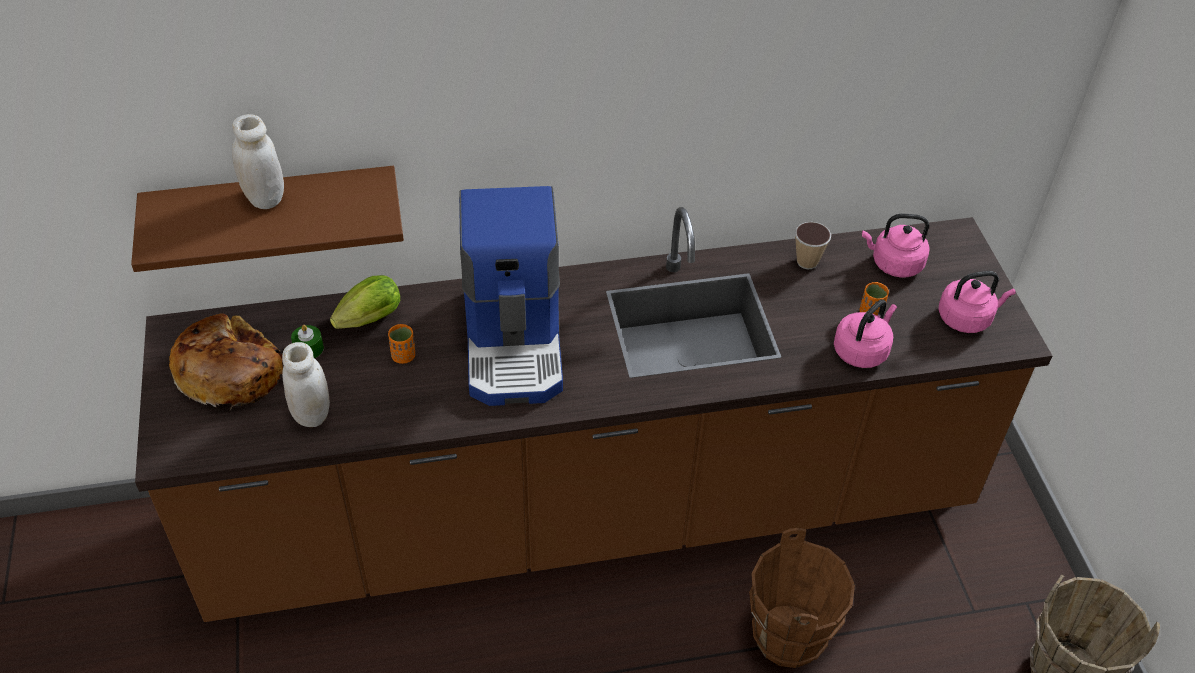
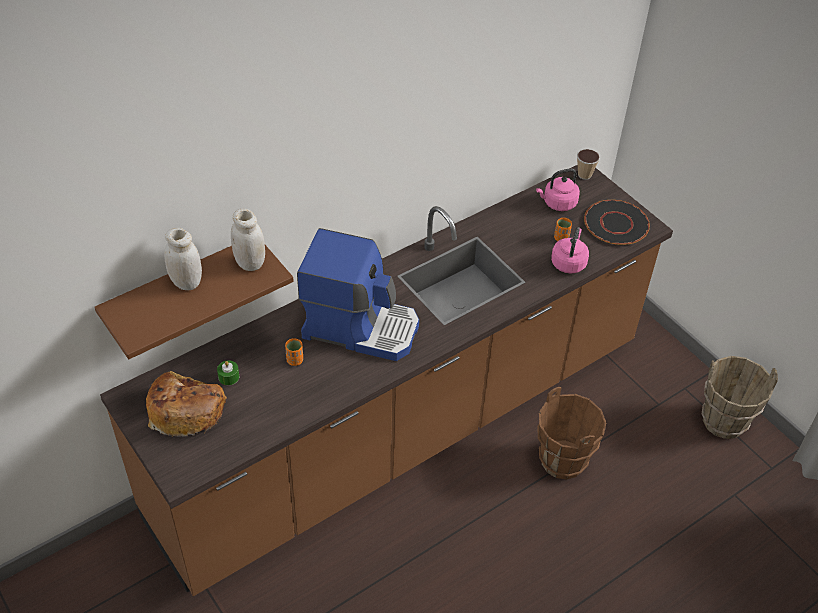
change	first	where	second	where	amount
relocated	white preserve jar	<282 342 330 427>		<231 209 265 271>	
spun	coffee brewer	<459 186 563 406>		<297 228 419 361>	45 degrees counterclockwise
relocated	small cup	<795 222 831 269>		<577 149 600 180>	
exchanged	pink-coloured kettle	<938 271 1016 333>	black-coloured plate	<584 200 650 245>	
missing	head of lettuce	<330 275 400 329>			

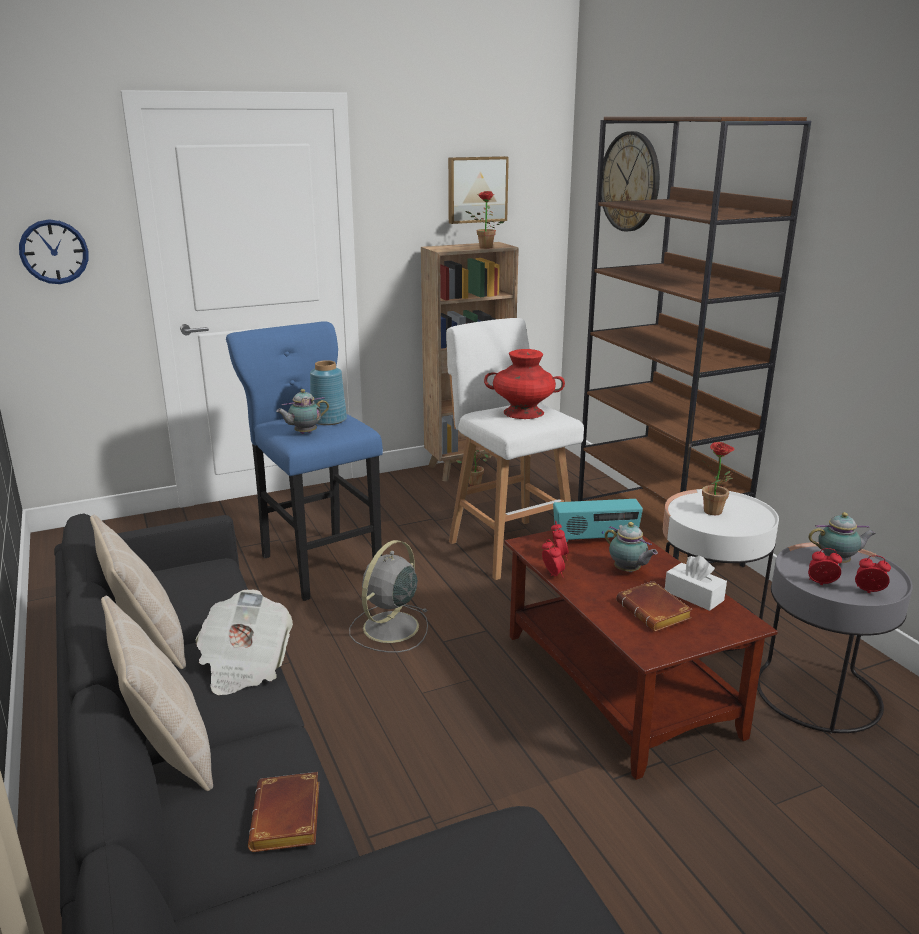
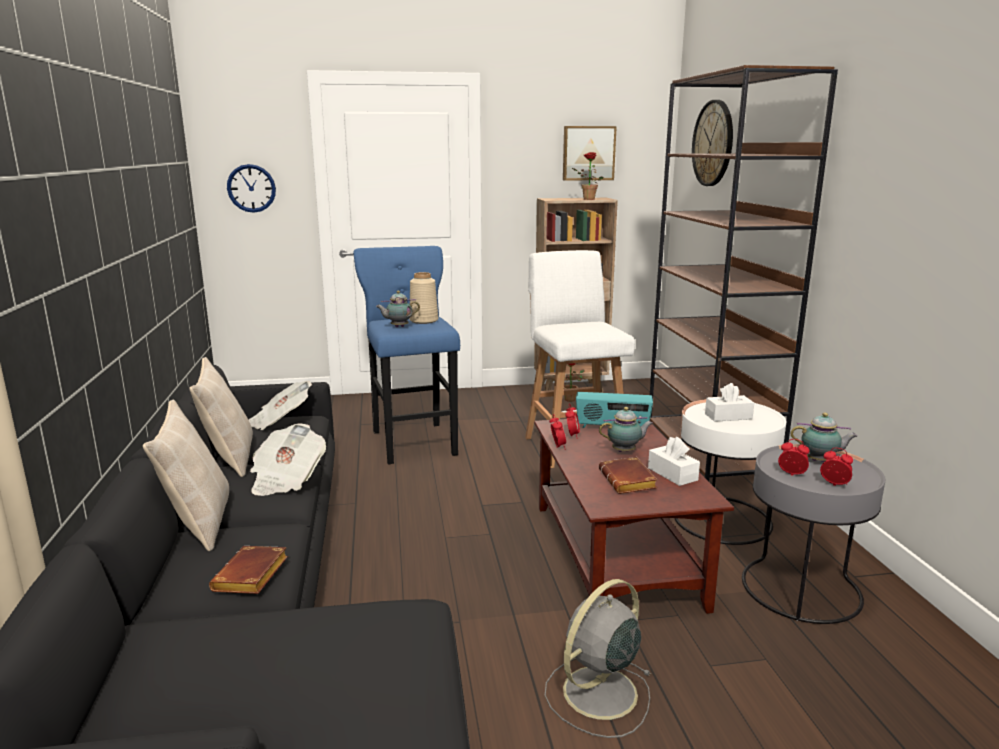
change	first	where	second	where	amount
appeared			printed paper	<249 381 312 430>	
colour	bluish flower vase	<310 360 347 425>	sand-coloured flower vase	<409 272 438 324>	
relocated	greyish cooling fan	<349 540 428 653>		<545 579 651 738>	
spun	pot for tea	<605 522 658 572>		<599 407 653 452>	75 degrees counterclockwise
exchanged	potted plant	<702 442 734 515>	white tissue box	<705 383 754 422>	
missing	red-coloured flower vase	<484 349 565 419>			

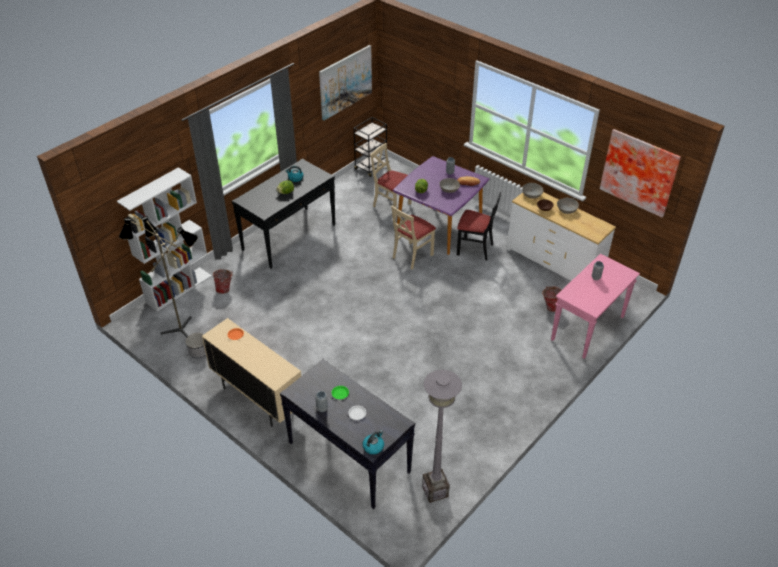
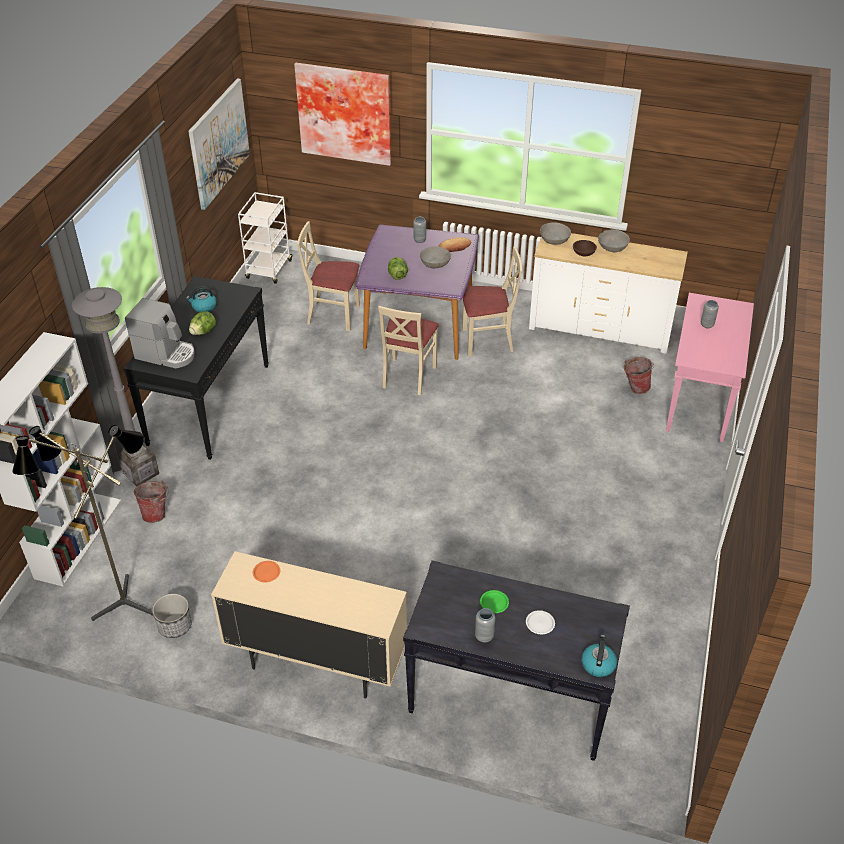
change	first	where	second	where	amount
relocated	greyish standing lamp	<422 370 462 503>		<72 287 159 486>	
appeared			coffee brewer	<125 298 195 368>	
colour	black-coloured cart	<354 117 390 177>	white cart	<238 192 293 284>	
relocated	wall art	<600 129 681 218>		<294 63 391 166>	
colour	black-coloured upright chair	<457 192 501 260>	sand-coloured upright chair	<462 246 522 357>	

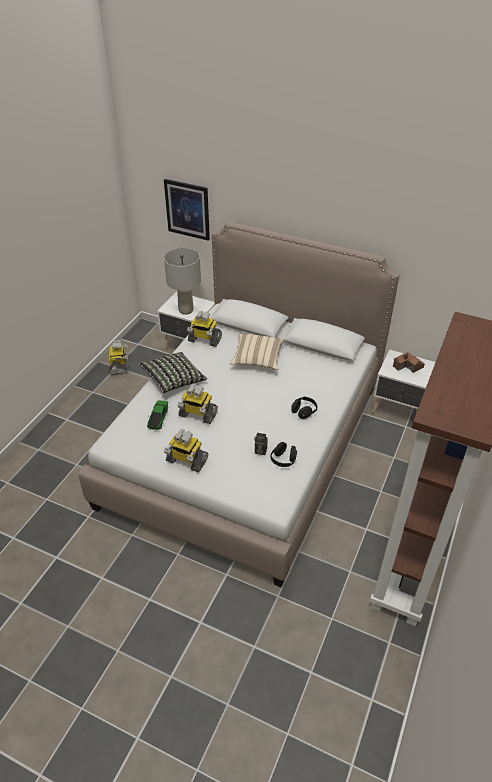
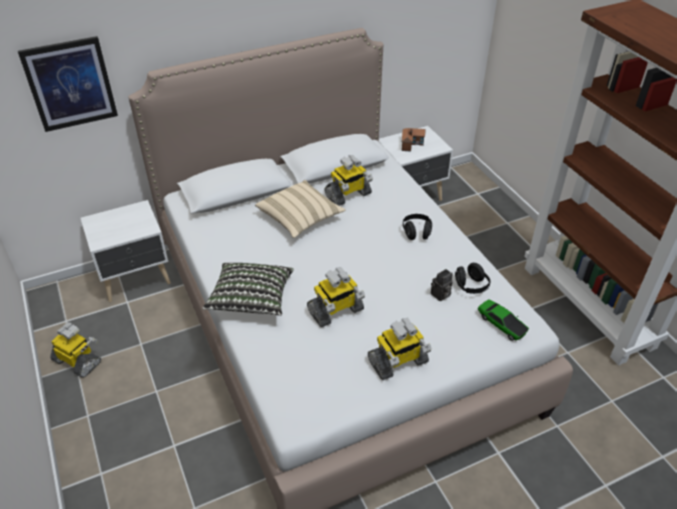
change	first	where	second	where	amount
relocated	toy robot	<187 311 222 347>		<325 155 373 206>	
relocated	miniature car	<147 400 168 430>		<478 300 529 341>	
missing	greyish lamp for a table	<164 248 201 315>			

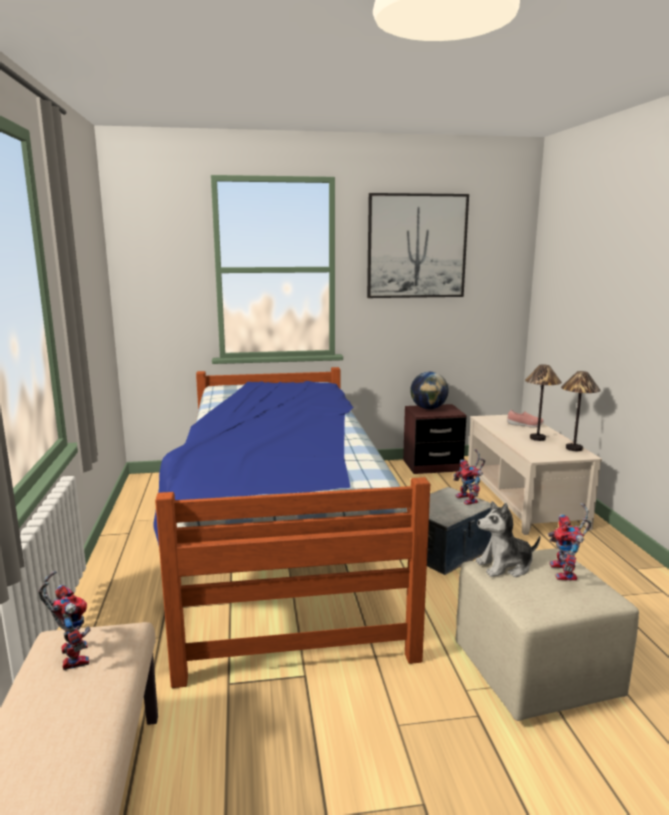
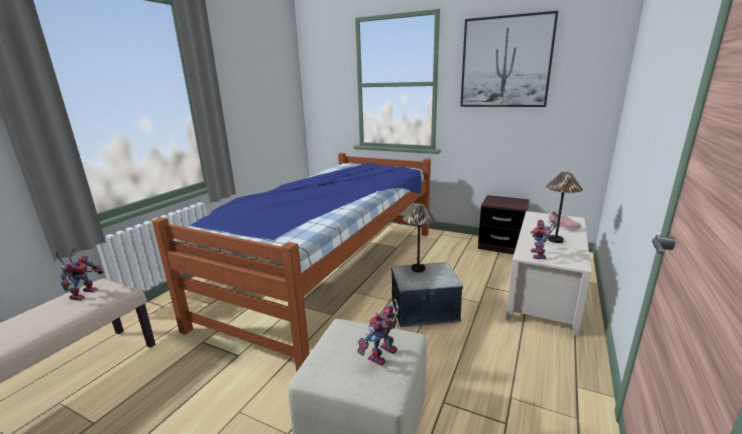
change	first	where	second	where	amount
relocated	lamp for a table	<561 371 601 451>		<403 203 436 272>	
relocated	toy robot	<453 449 485 505>		<531 212 556 259>	
missing	world globe	<410 372 449 409>			
missing	plush toy	<476 501 540 577>			

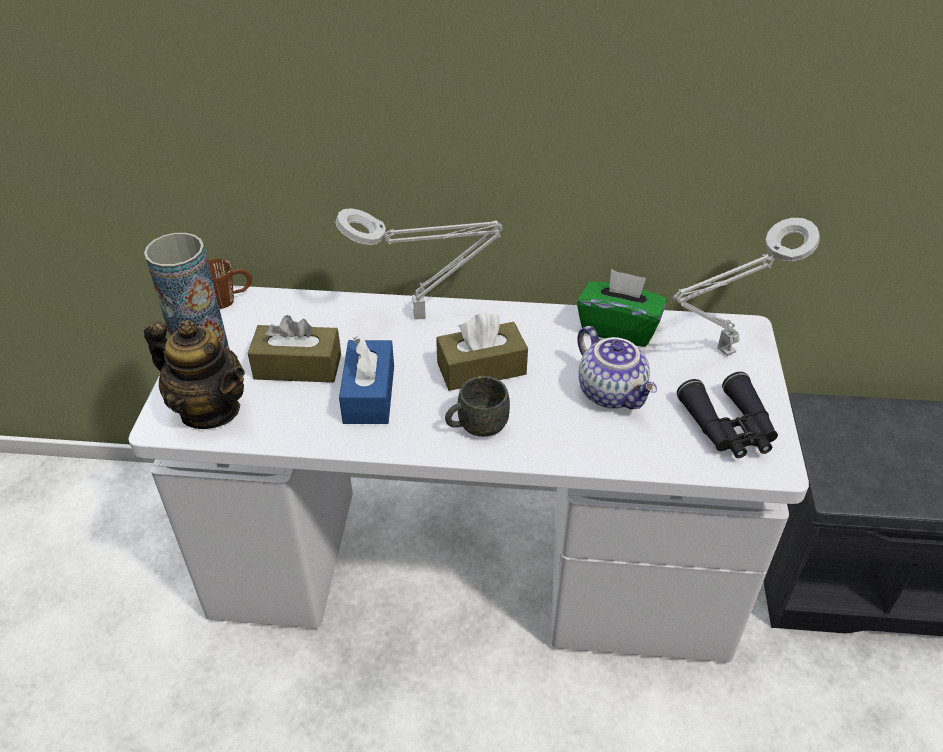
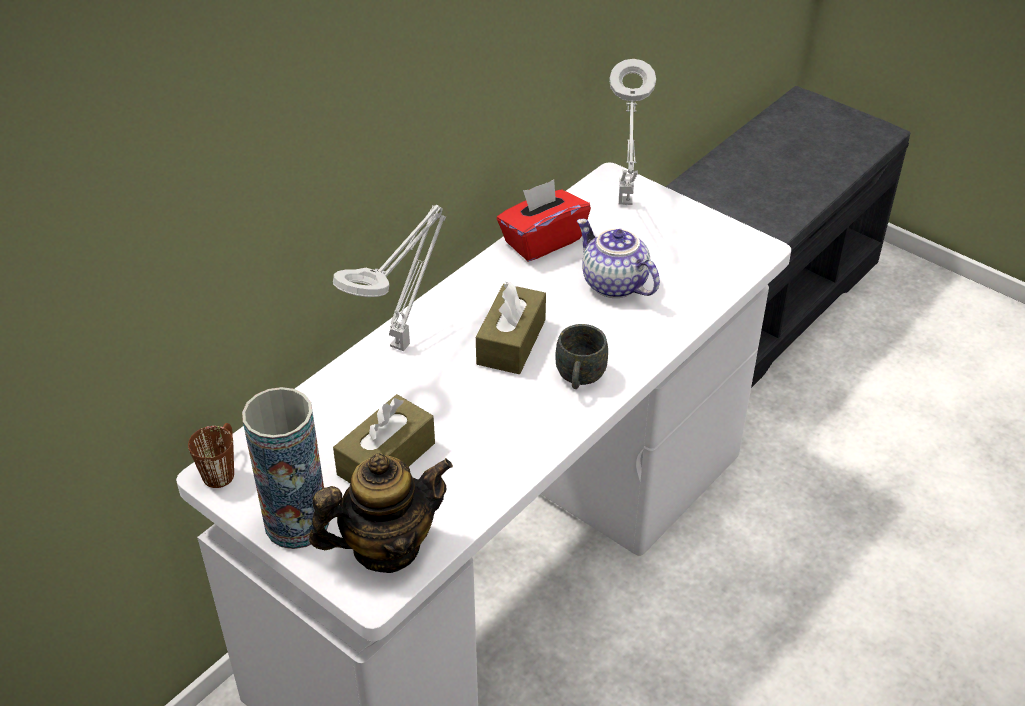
change	first	where	second	where	amount
colour	greenish tissue box	<577 269 667 347>	red-coloured tissue box	<497 180 591 261>	
spun	pot for tea	<578 326 657 410>		<577 219 660 298>	135 degrees counterclockwise
missing	bluish tissue box	<339 336 394 424>			
missing	black-coloured binoculars	<677 372 778 458>			

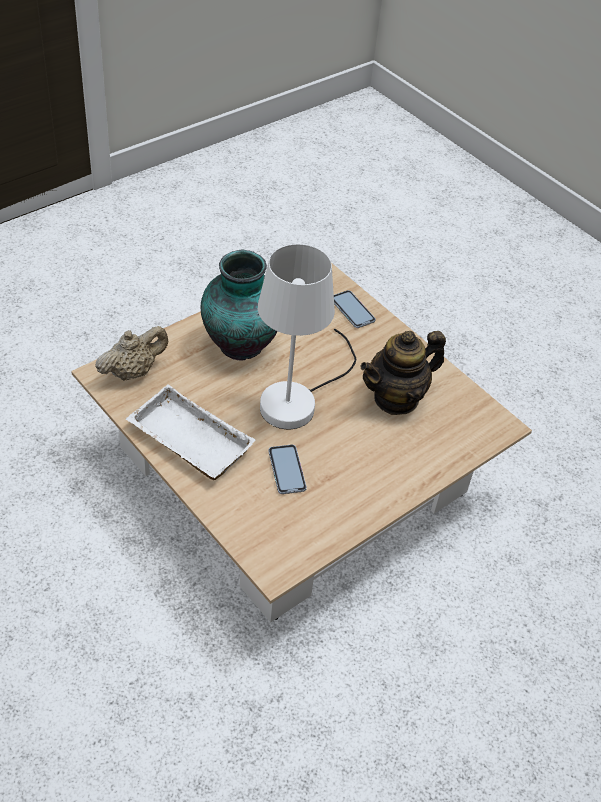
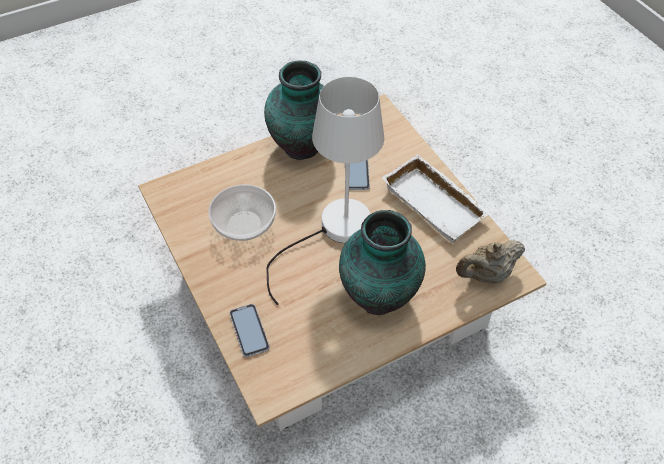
change	first	where	second	where	amount
exchanged	pot for tea	<361 331 446 415>	bowl	<208 184 276 241>	
appeared			flower vase	<264 61 337 160>	

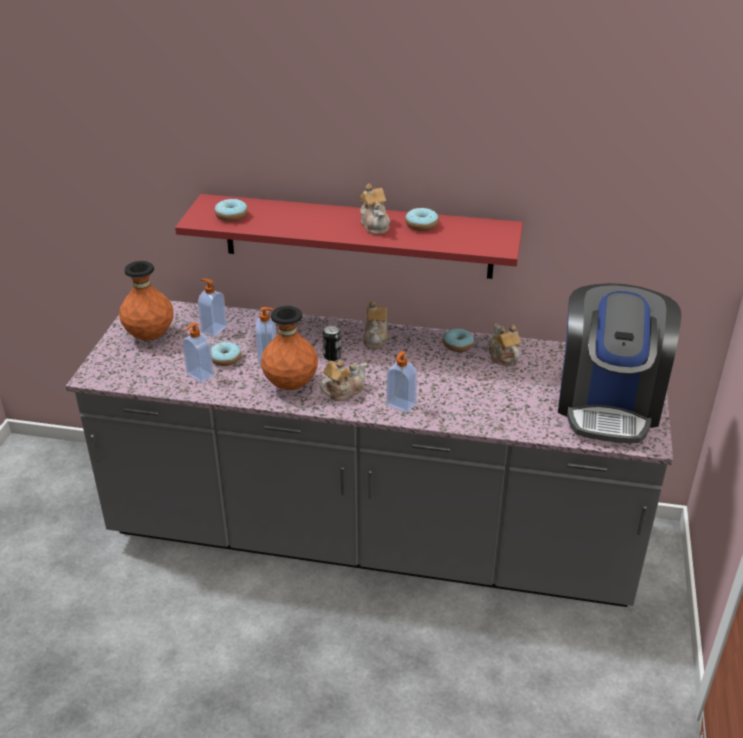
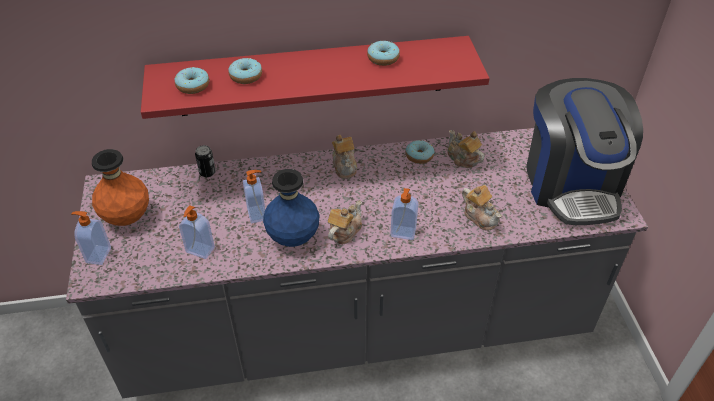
change	first	where	second	where	amount
relocated	liquid soap bottle	<198 278 227 337>		<71 211 111 265>	
relocated	metal can	<323 325 342 361>		<195 145 216 177>	
relocated	doughnut	<211 342 241 366>		<229 58 262 84>	
colour	orange flower vase	<261 306 318 390>	bluish flower vase	<263 169 319 247>	
relocated	pot for tea	<360 183 390 235>		<462 185 502 231>	

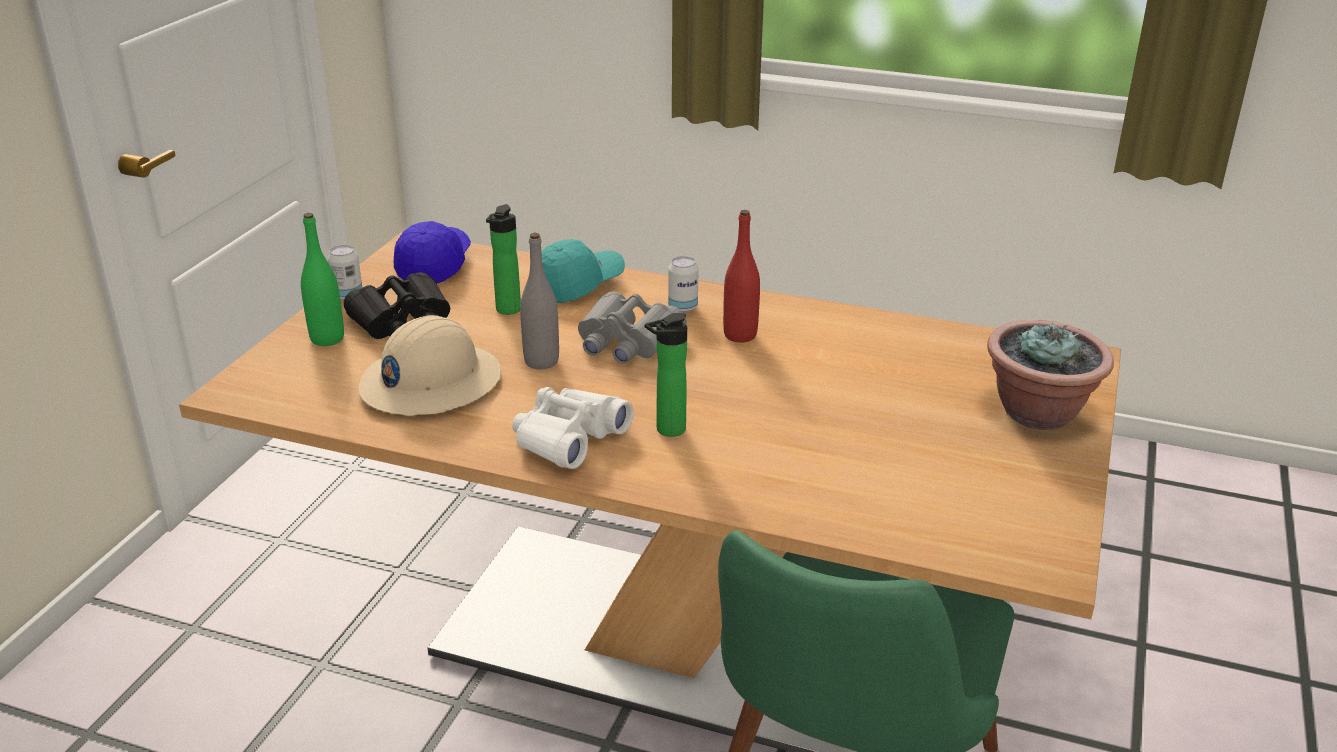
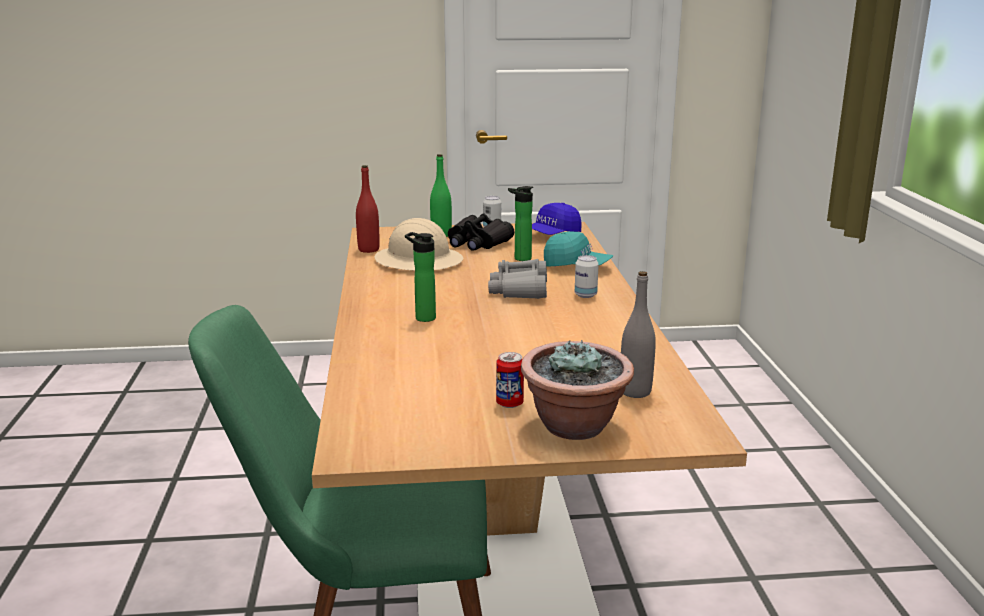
change	first	where	second	where	amount
relocated	red-coloured beverage bottle	<723 210 760 343>		<356 165 380 253>	
appeared			metal can	<496 352 524 408>	
spun	bluish baseball cap	<394 221 471 283>		<532 203 581 235>	150 degrees clockwise
relocated	greyish beverage bottle	<520 233 559 369>		<621 271 656 398>	
missing	white binoculars	<512 387 634 469>			

